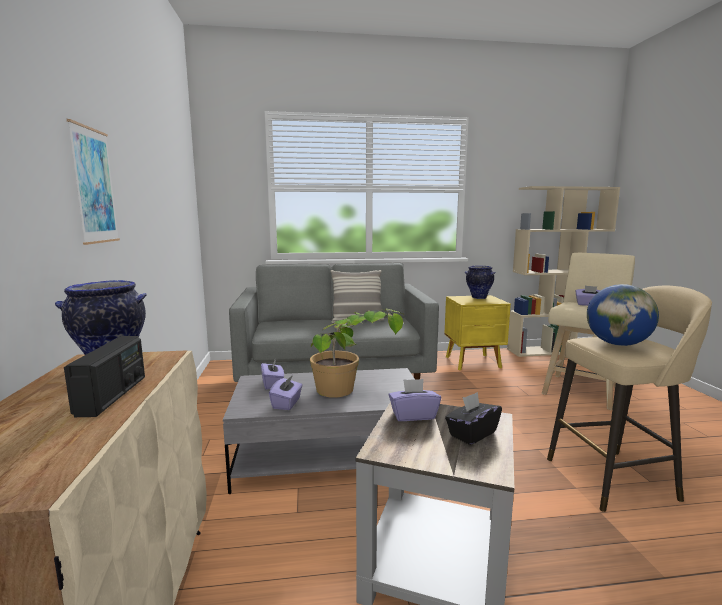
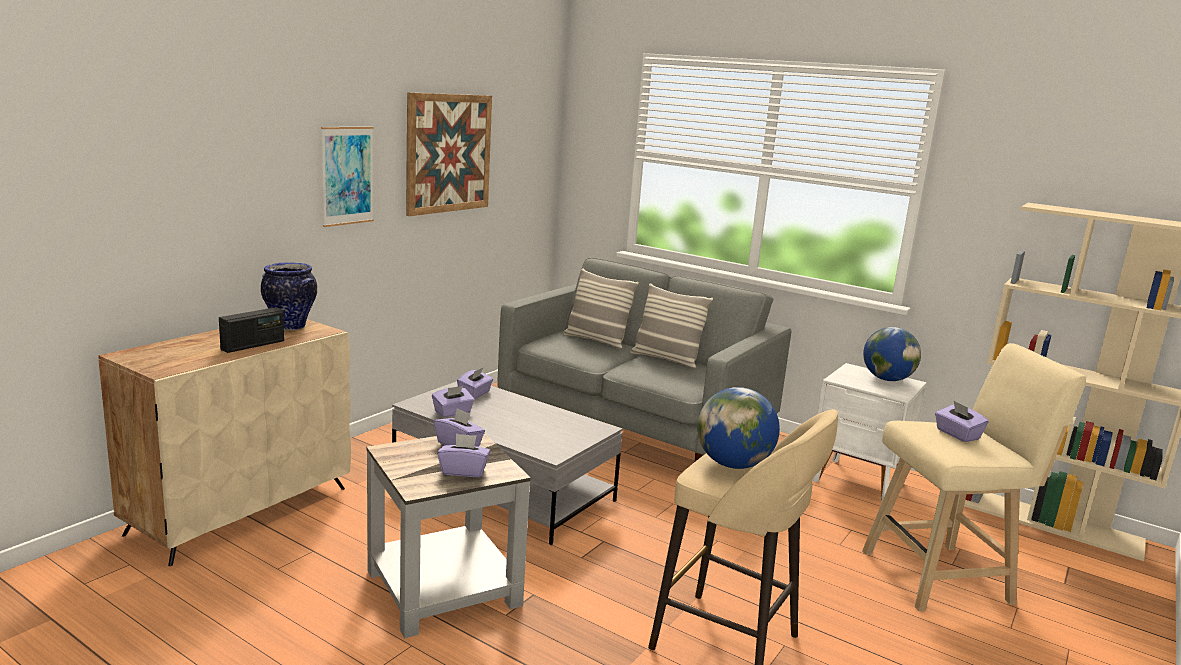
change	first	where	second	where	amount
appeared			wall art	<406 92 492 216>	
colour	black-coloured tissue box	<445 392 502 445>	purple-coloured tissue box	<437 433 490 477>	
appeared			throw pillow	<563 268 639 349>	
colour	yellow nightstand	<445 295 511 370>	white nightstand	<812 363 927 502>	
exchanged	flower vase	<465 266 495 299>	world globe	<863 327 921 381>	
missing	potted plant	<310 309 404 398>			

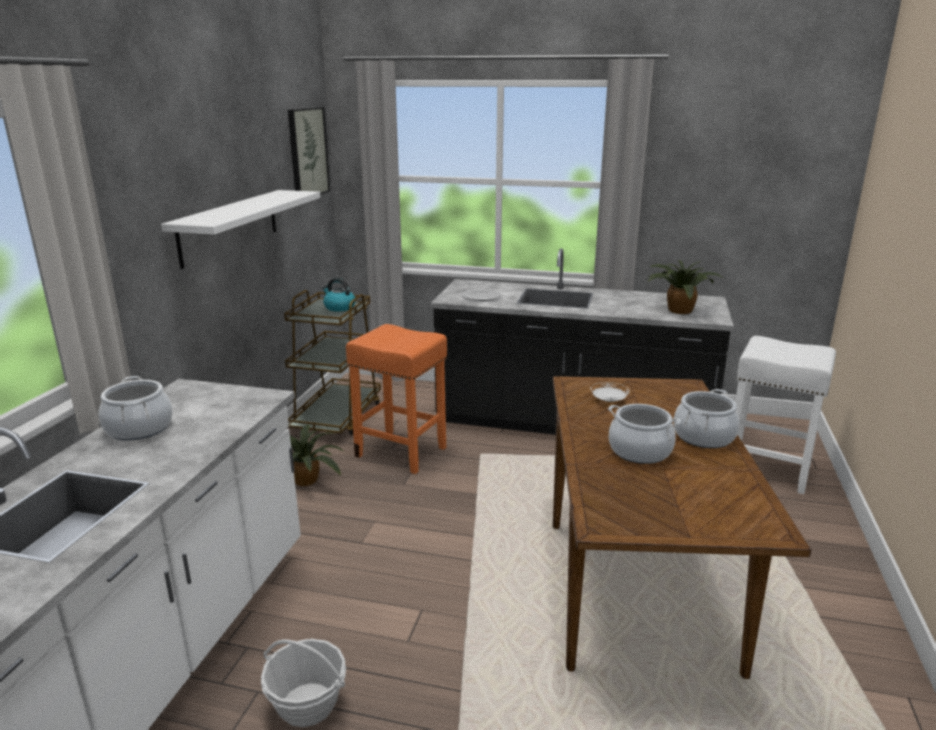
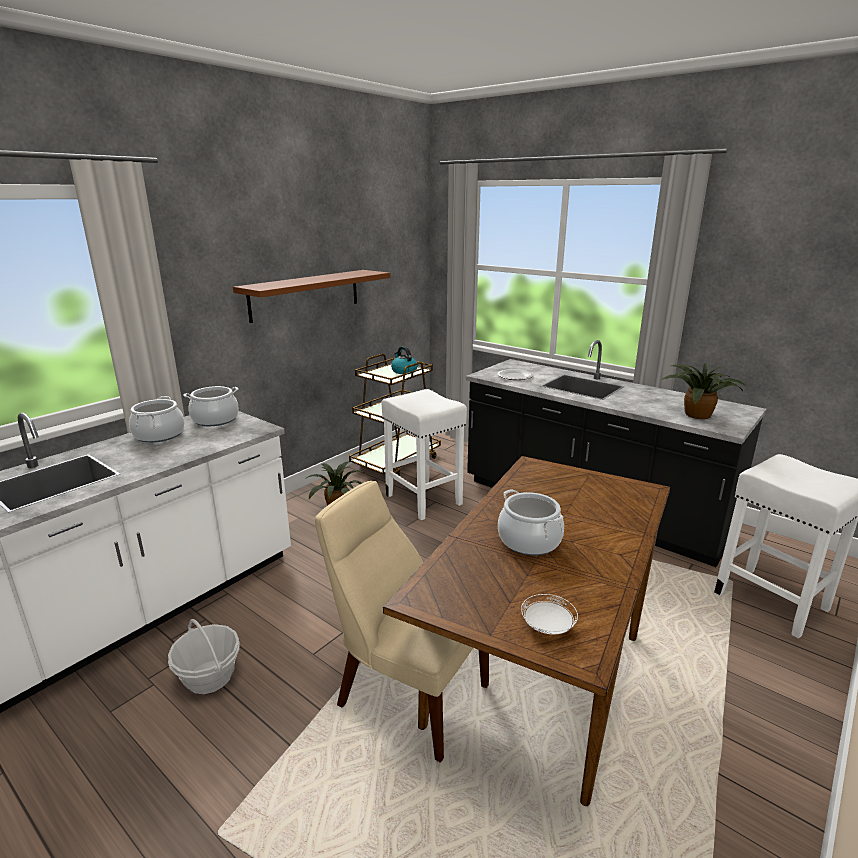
change	first	where	second	where	amount
relocated	cooking pot	<673 389 740 448>		<183 386 239 426>	
colour	white bracket shelf	<161 190 320 269>	brown bracket shelf	<233 270 390 323>	
appeared			sand-coloured upright chair	<315 481 489 763>	
colour	orange stool seat	<346 324 447 474>	white stool seat	<382 389 467 520>	
relocated	white plate	<591 382 629 402>		<521 594 578 635>	
missing	wall art	<288 107 330 195>			

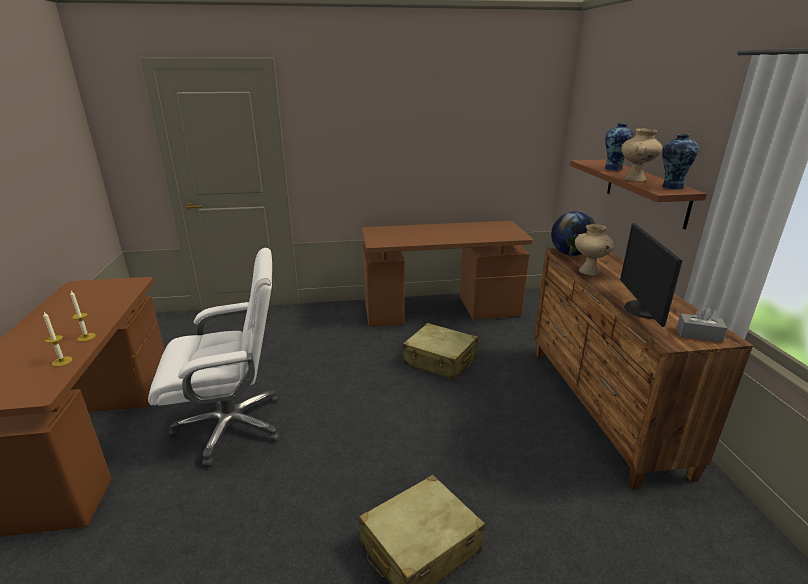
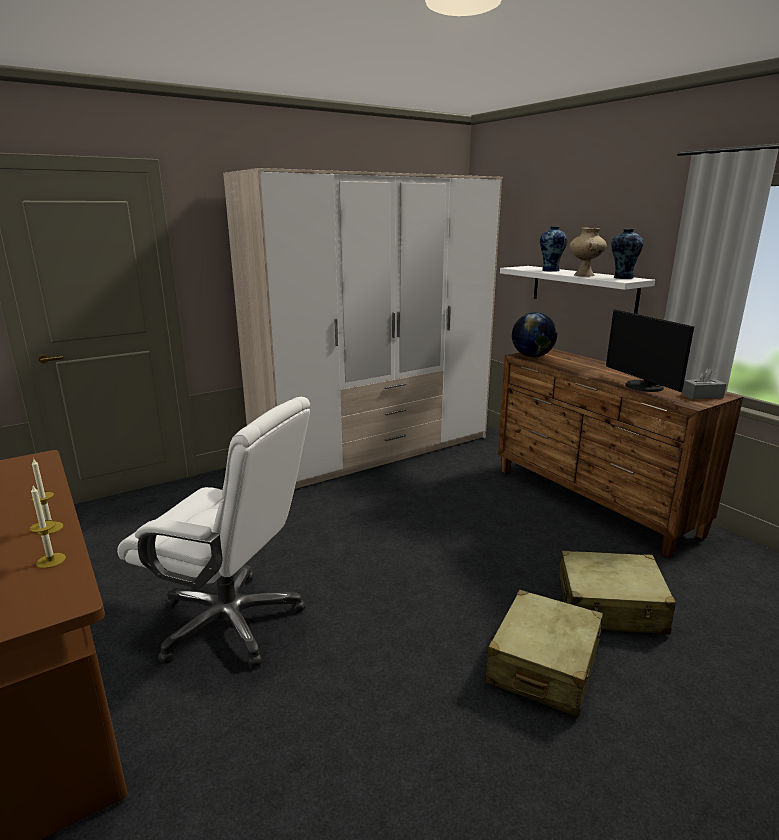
change	first	where	second	where	amount
spun	white desk chair	<148 248 280 467>		<117 397 310 667>	60 degrees clockwise
exchanged	brown desk	<362 221 533 327>	armoire	<223 168 503 489>	
colour	brown bracket shelf	<570 159 707 229>	white bracket shelf	<500 266 655 314>	
relocated	sand-coloured travel case	<403 323 478 381>		<559 551 676 635>	
missing	sand-coloured flower vase	<575 224 614 276>			

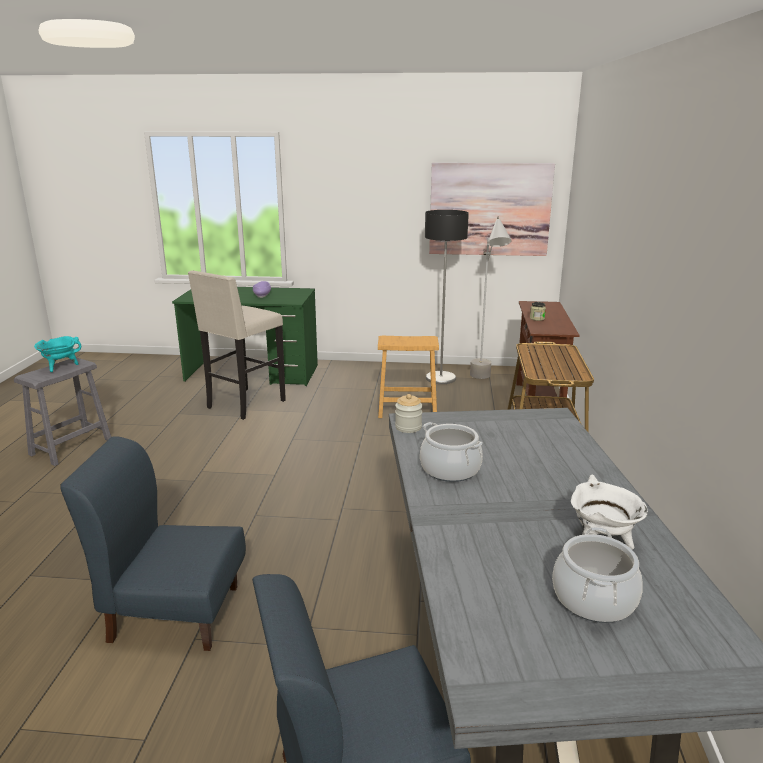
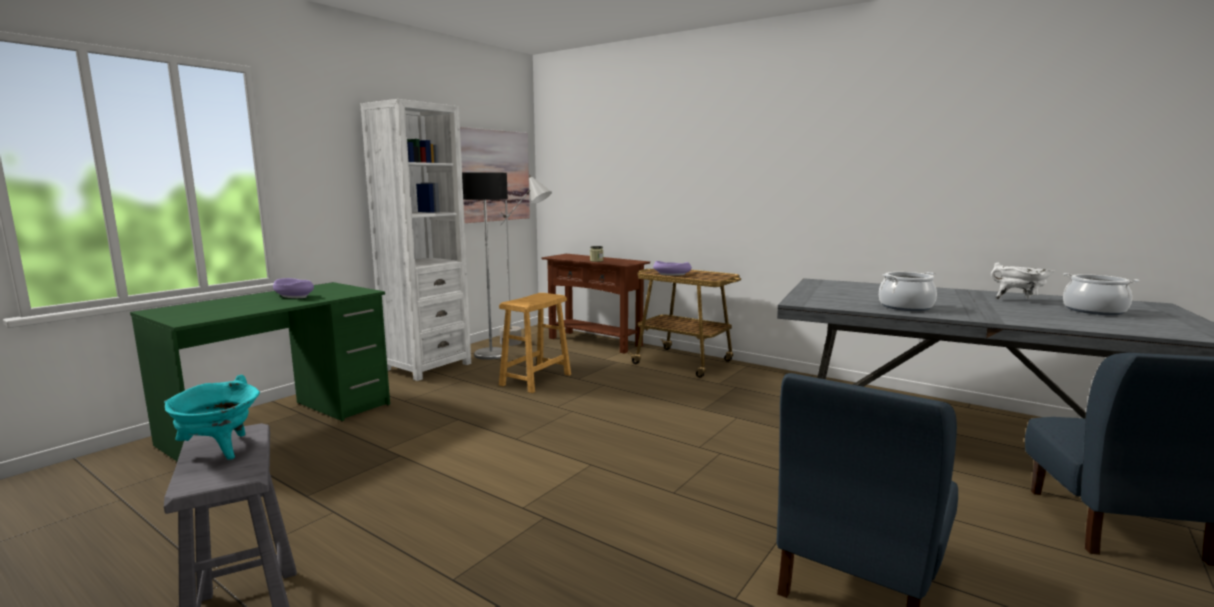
change	first	where	second	where	amount
appeared			white bookcase	<360 99 471 381>	
appeared			purple-coloured bowl	<653 261 692 276>	
missing	sand-coloured stool seat	<188 270 286 420>			
missing	preserve jar	<395 394 422 433>			

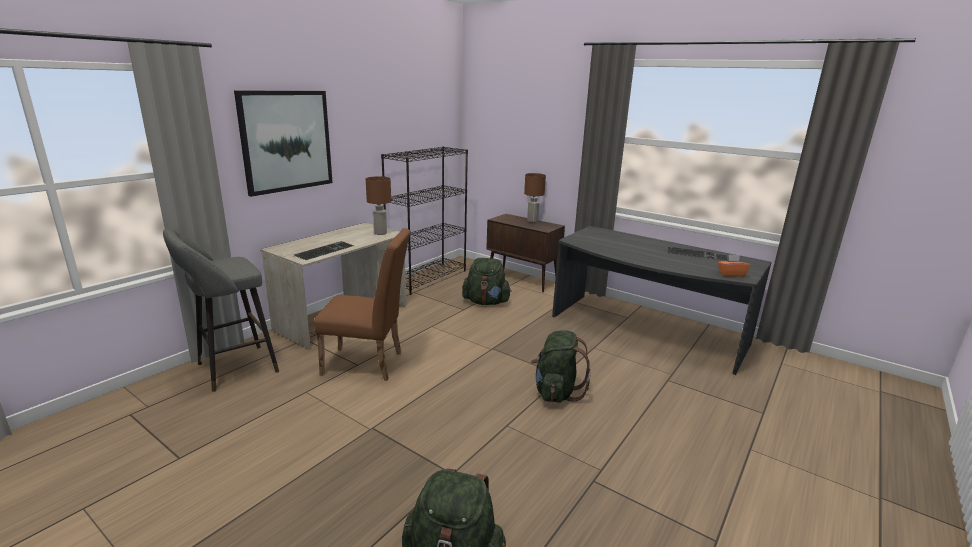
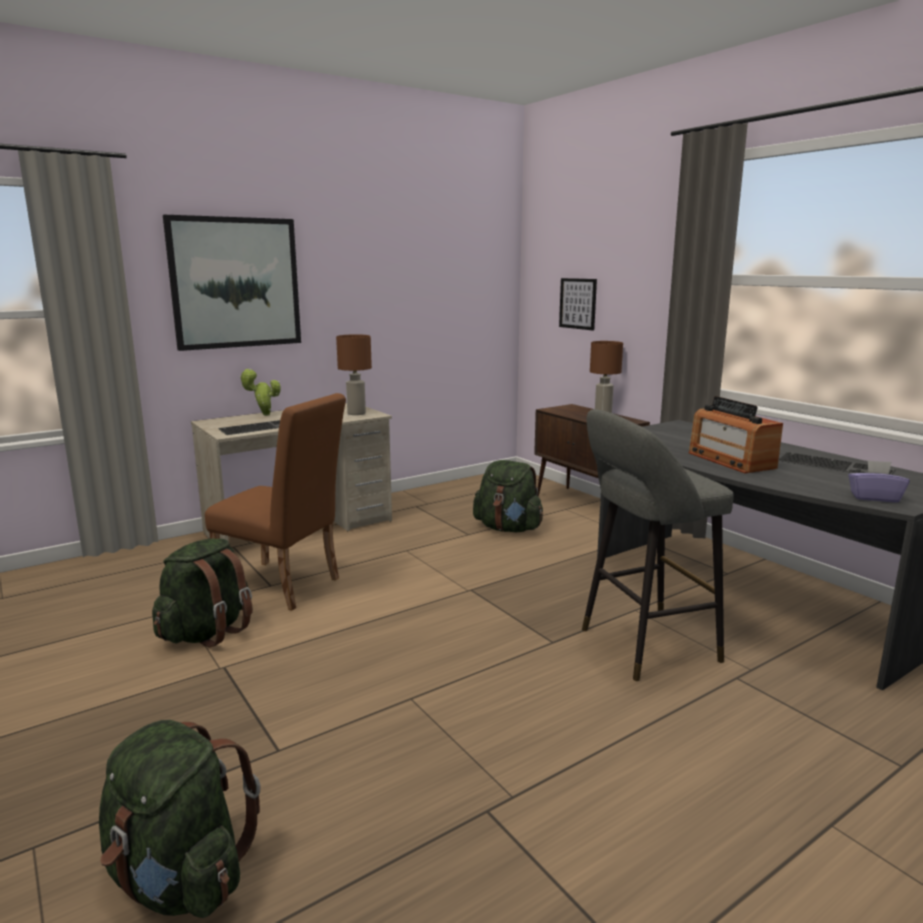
change	first	where	second	where	amount
relocated	greenish rucksack	<531 330 591 403>		<152 538 253 647>	
appeared			potted plant	<240 369 281 416>	
appeared			wall art	<559 278 597 330>	
relocated	greyish stool seat	<163 228 279 392>		<582 409 734 681>	
appeared			radio	<689 396 783 473>	
colour	orange tissue box	<718 255 750 277>	purple-coloured tissue box	<848 460 910 502>	
missing	black-coloured bookcase	<381 146 468 295>			

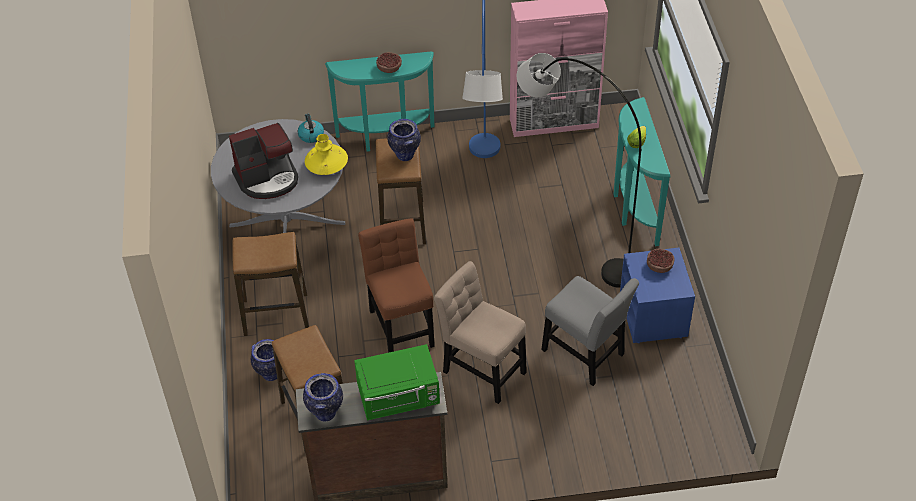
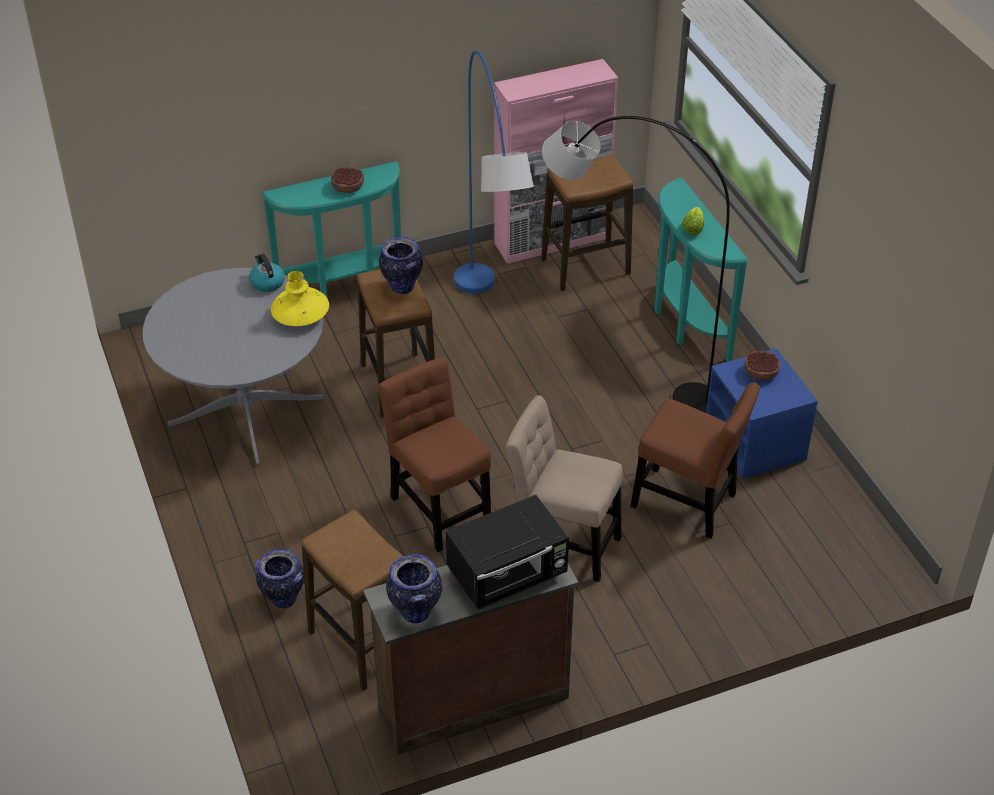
change	first	where	second	where	amount
colour	greenish microwave	<354 344 440 420>	black-coloured microwave	<446 495 569 610>	
relocated	stool seat	<232 232 309 336>		<541 155 633 291>	
colour	greyish upright chair	<541 276 639 386>	brown upright chair	<630 382 760 539>	
missing	coffee brewer	<229 123 298 199>			

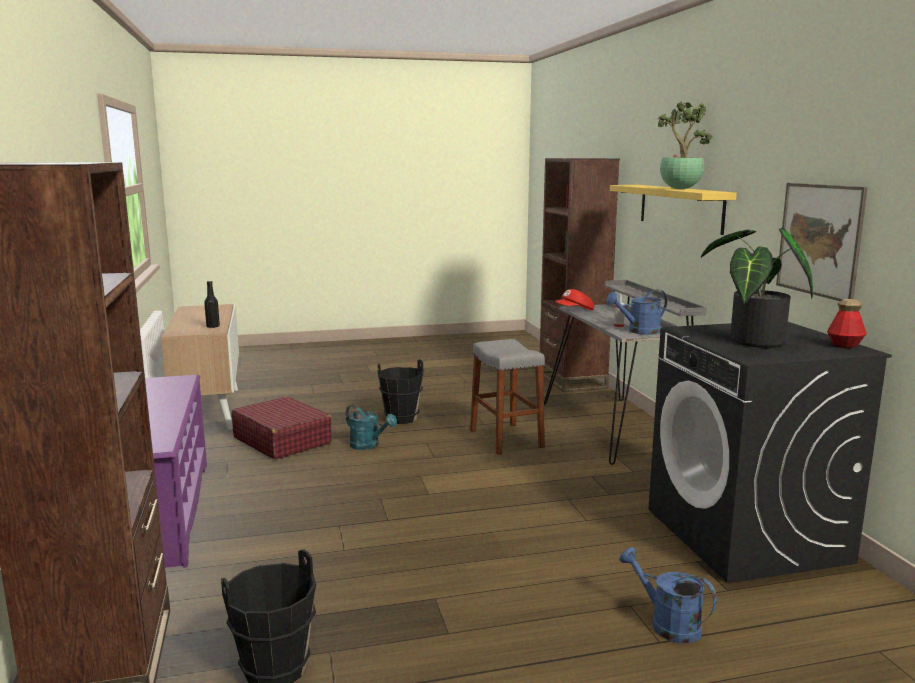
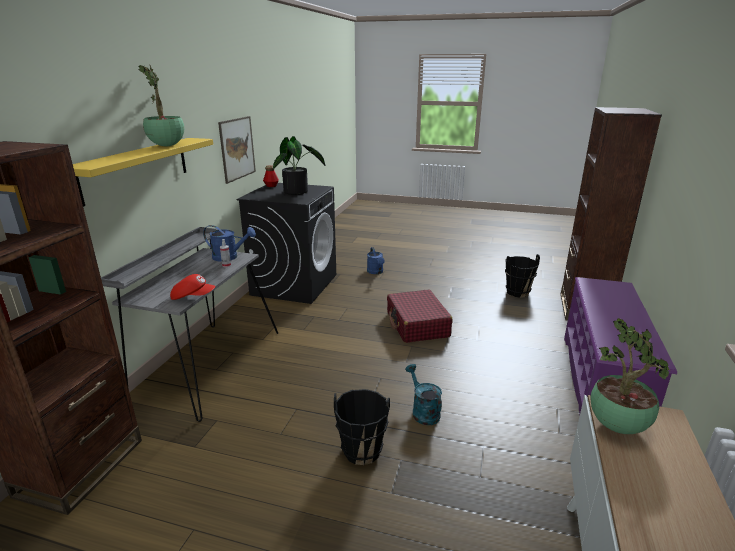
change	first	where	second	where	amount
relocated	red-coloured travel case	<231 396 332 460>		<387 290 453 343>	
exchanged	black-coloured beverage bottle	<204 281 220 328>	potted plant	<590 318 669 434>	
missing	greyish stool seat	<470 339 545 455>			

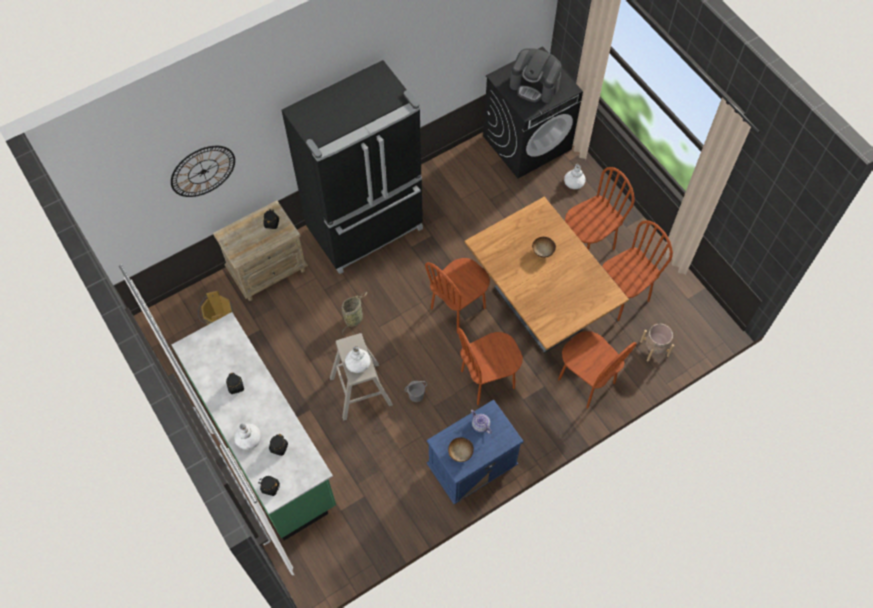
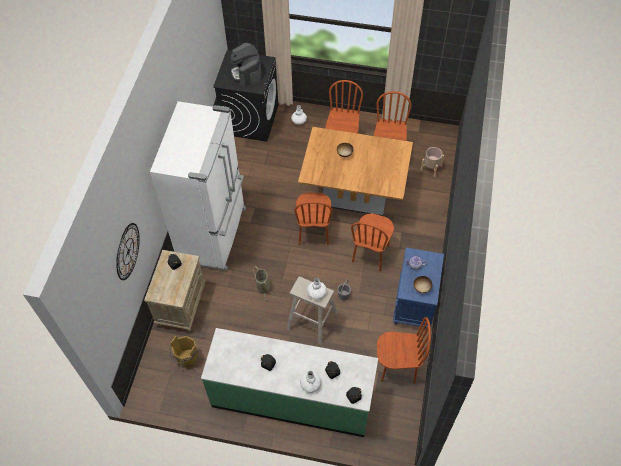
change	first	where	second	where	amount
colour	black-coloured fridge	<282 60 423 274>	white fridge	<150 101 246 271>	
spun	coffee brewer	<510 48 561 103>		<231 43 261 86>	90 degrees clockwise
relocated	brown upright chair	<558 331 637 409>		<377 317 431 384>	

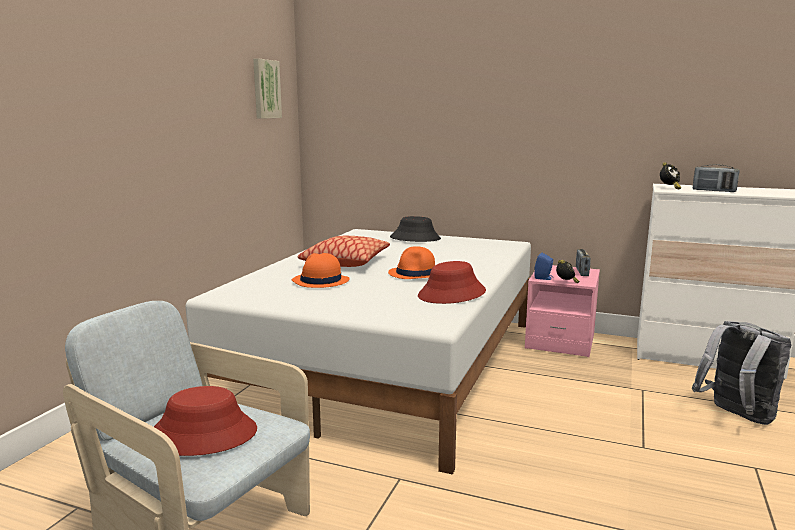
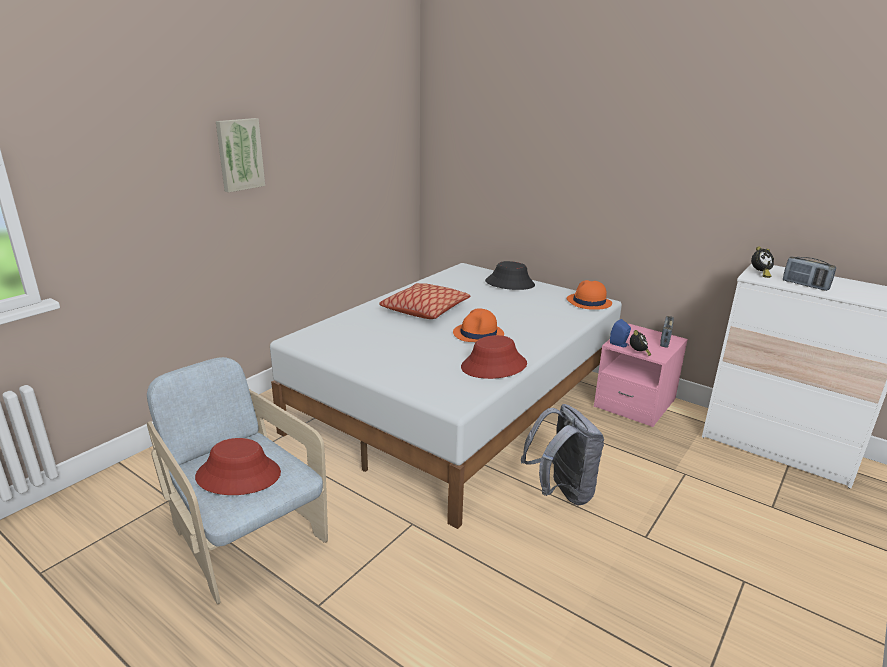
change	first	where	second	where	amount
relocated	wall art	<253 58 282 119>		<216 118 265 193>	
relocated	greyish rucksack	<692 321 791 425>		<521 404 604 506>	
relocated	orange hat	<292 253 349 288>		<566 280 612 310>	

